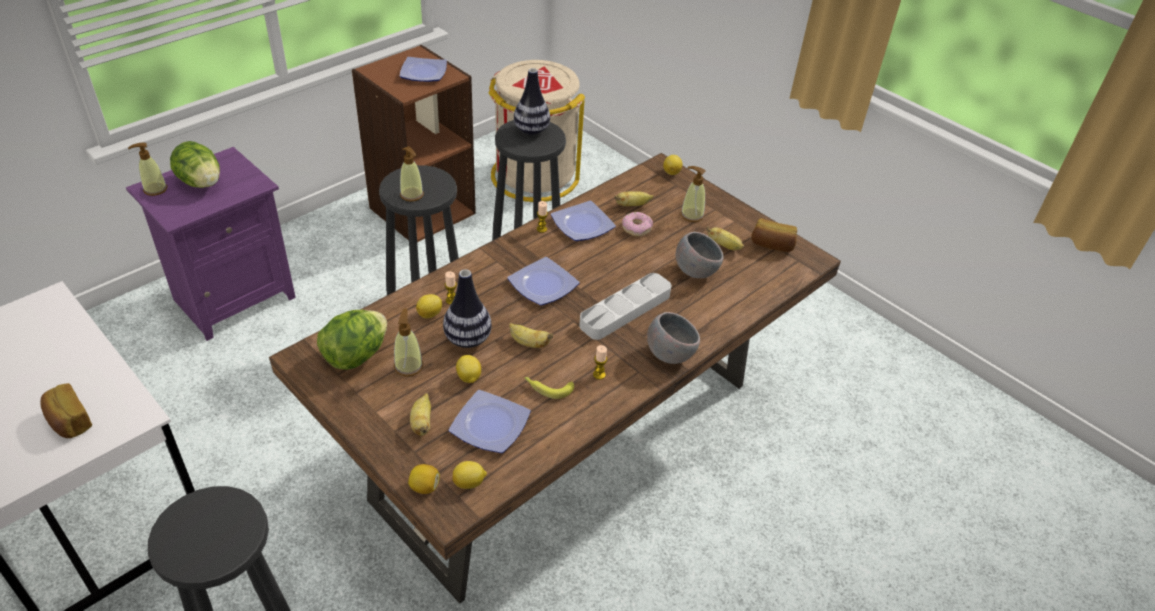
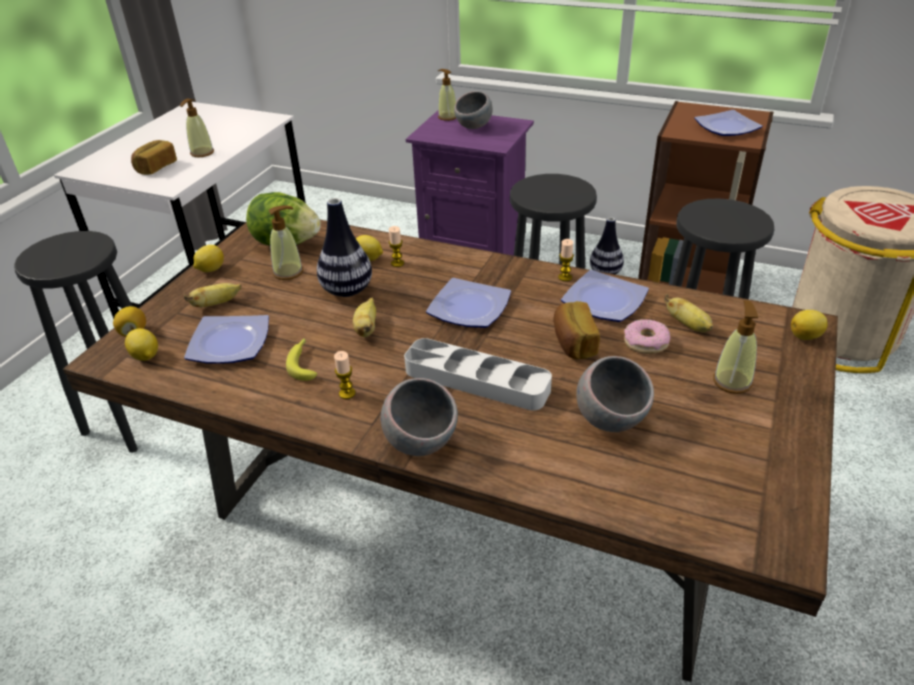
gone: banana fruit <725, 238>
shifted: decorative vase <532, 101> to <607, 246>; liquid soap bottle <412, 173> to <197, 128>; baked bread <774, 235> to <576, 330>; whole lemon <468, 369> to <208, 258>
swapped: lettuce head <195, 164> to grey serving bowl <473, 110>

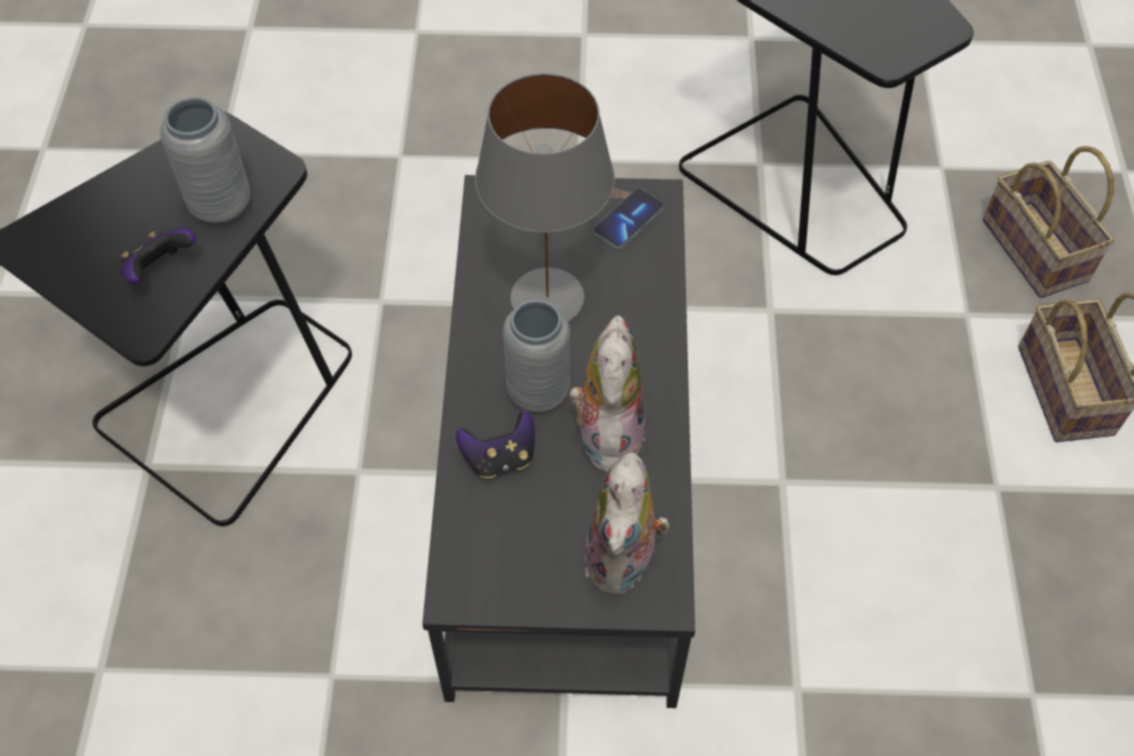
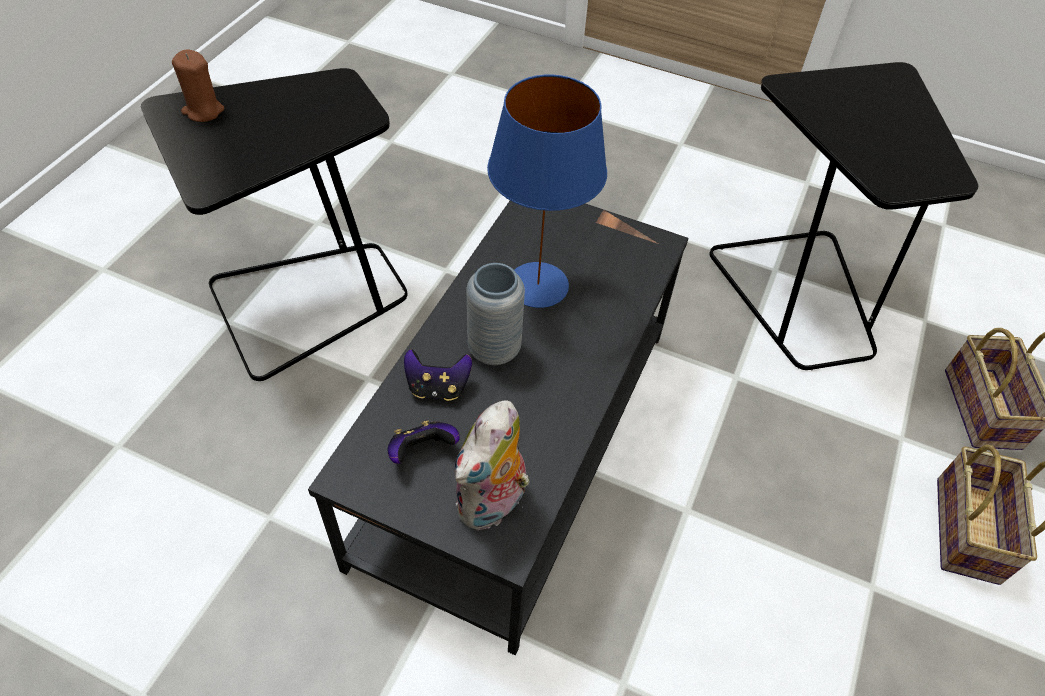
gone: grey decorative vase <205, 160>; phone <628, 218>; cuddly toy <607, 393>
new: brown candle <198, 85>
shifted: game controller <158, 256> to <424, 442>
repainted: grey lamp for a table <545, 197> to blue-coloured lamp for a table <547, 191>

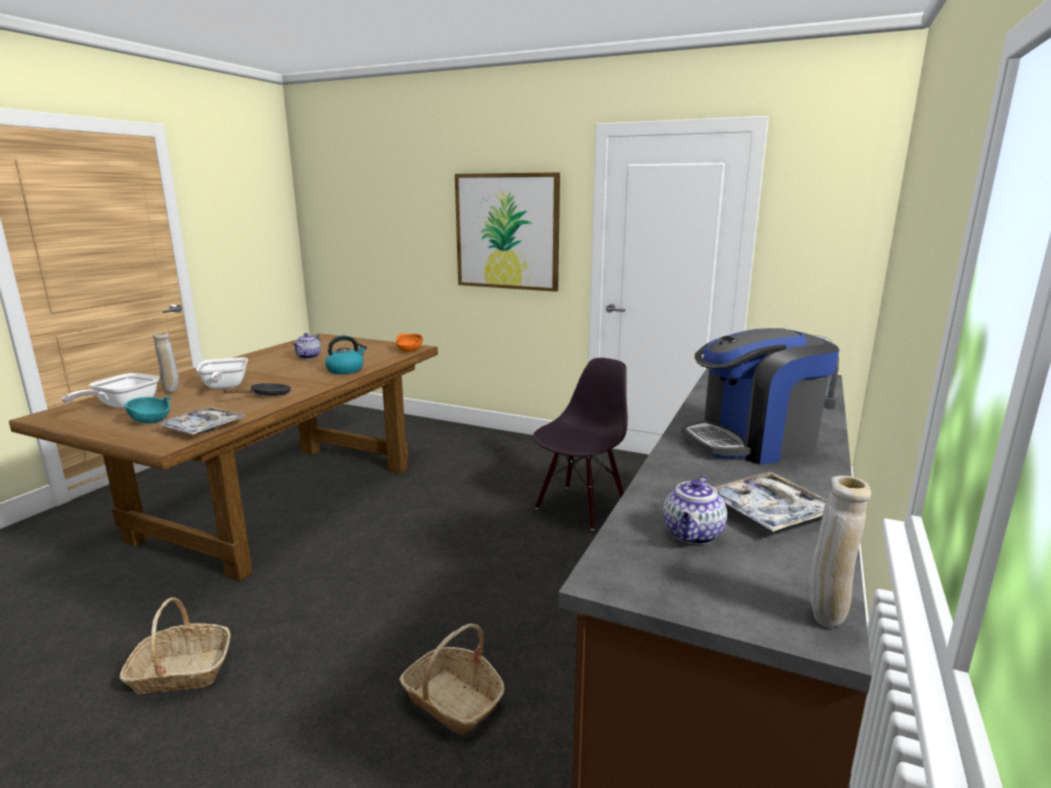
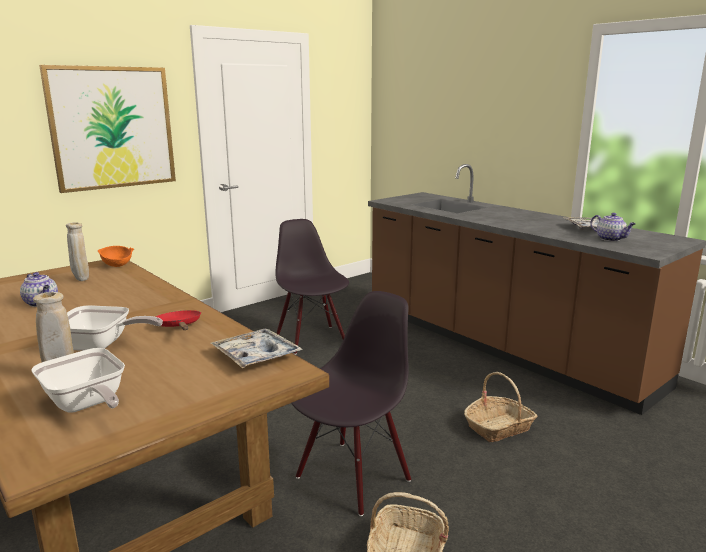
gone: coffee machine <760, 396>; tea kettle <346, 354>; turquoise-coloured serving bowl <147, 410>
new: blackish upright chair <351, 403>
shifted: beige decorative vase <840, 551> to <77, 251>
repainted: blackish pan <257, 389> to red-coloured pan <178, 320>

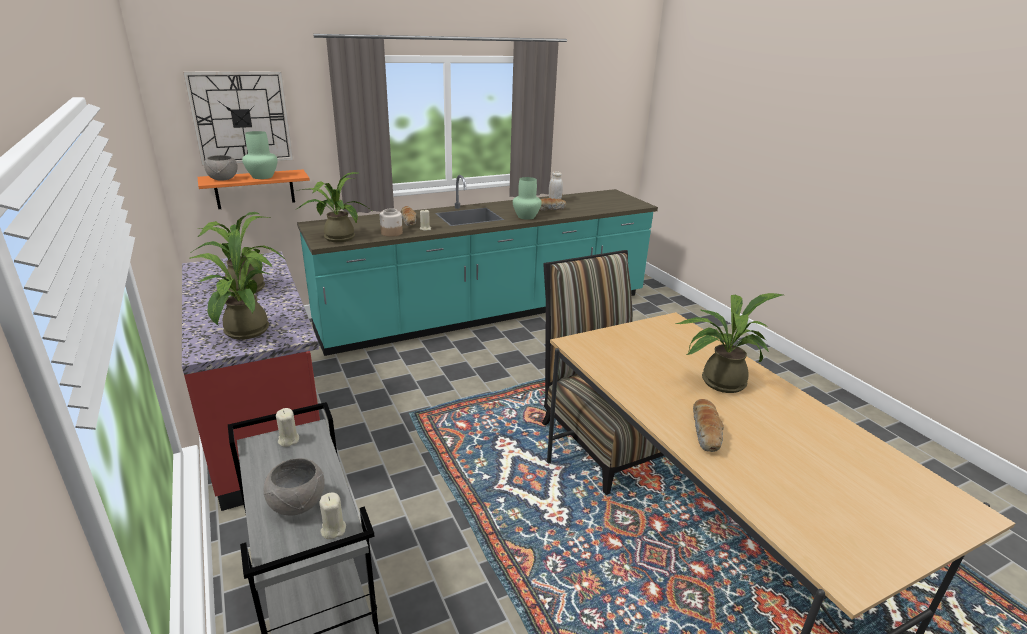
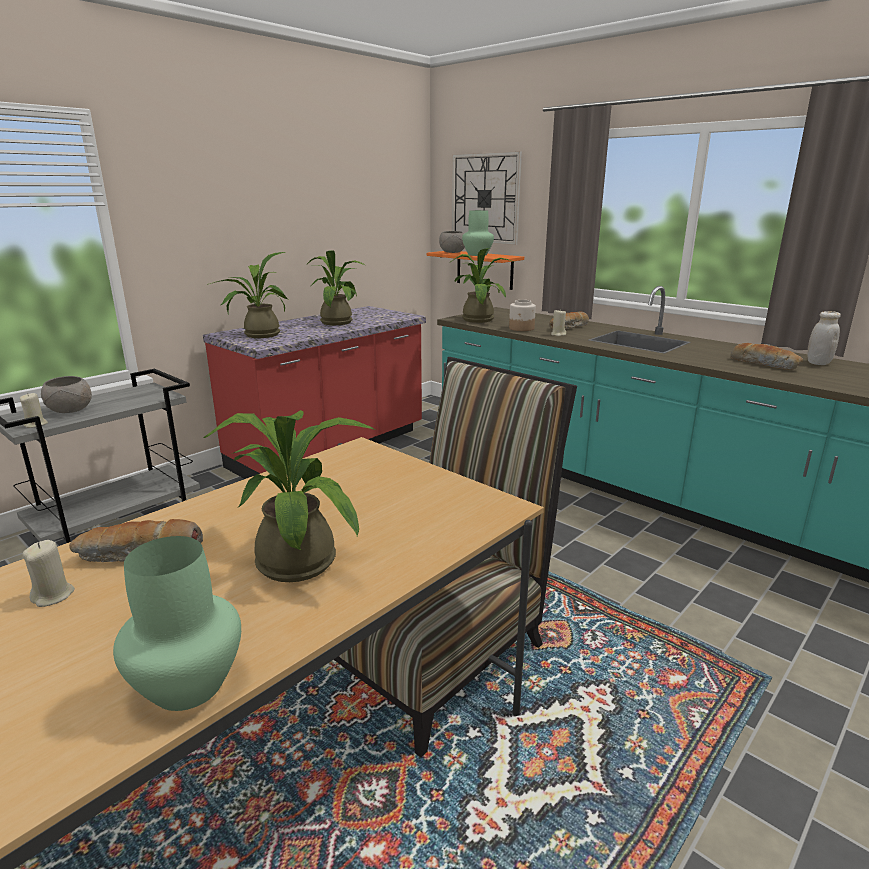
shifted: green decorative vase <527, 198> to <177, 623>; beige candle <287, 427> to <49, 573>

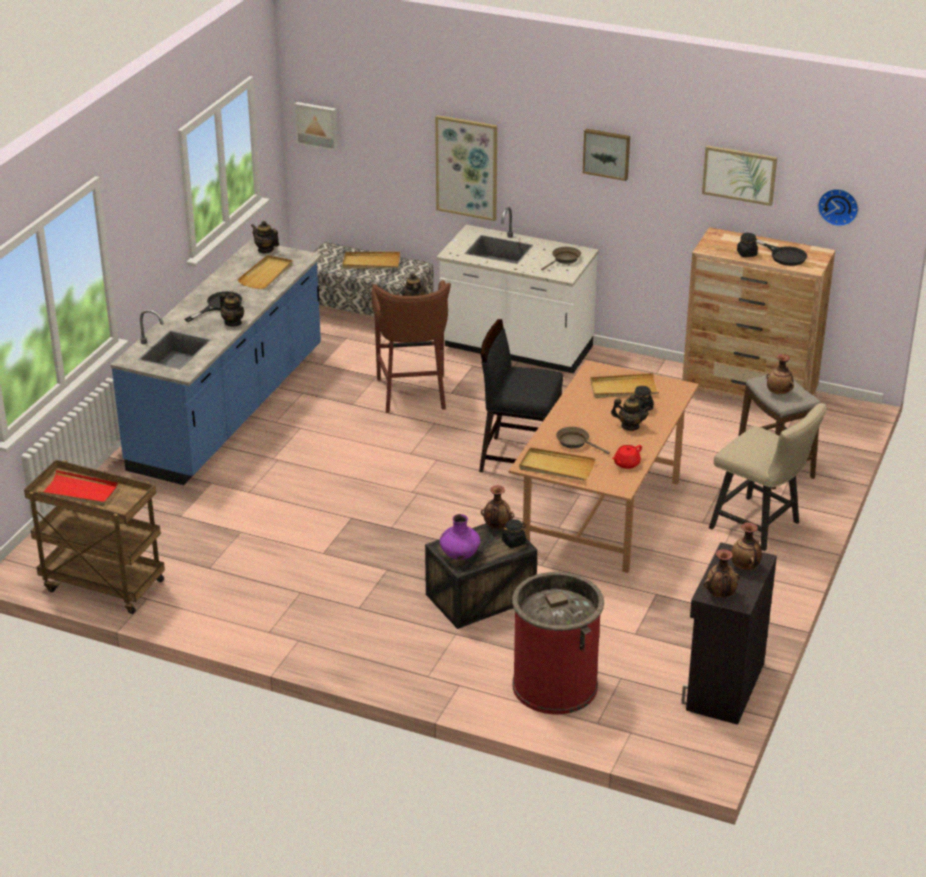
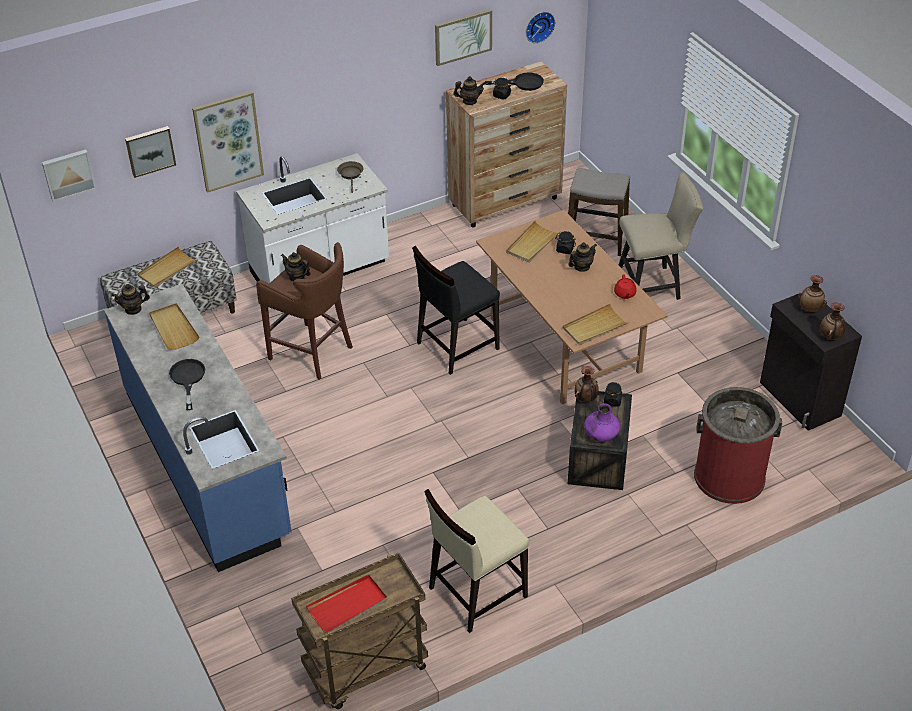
gone: decorative vase <780, 374>; brown pan <583, 440>
new: beige upright chair <476, 561>
shifted: wall art <606, 155> to <150, 152>; teapot <232, 310> to <469, 90>

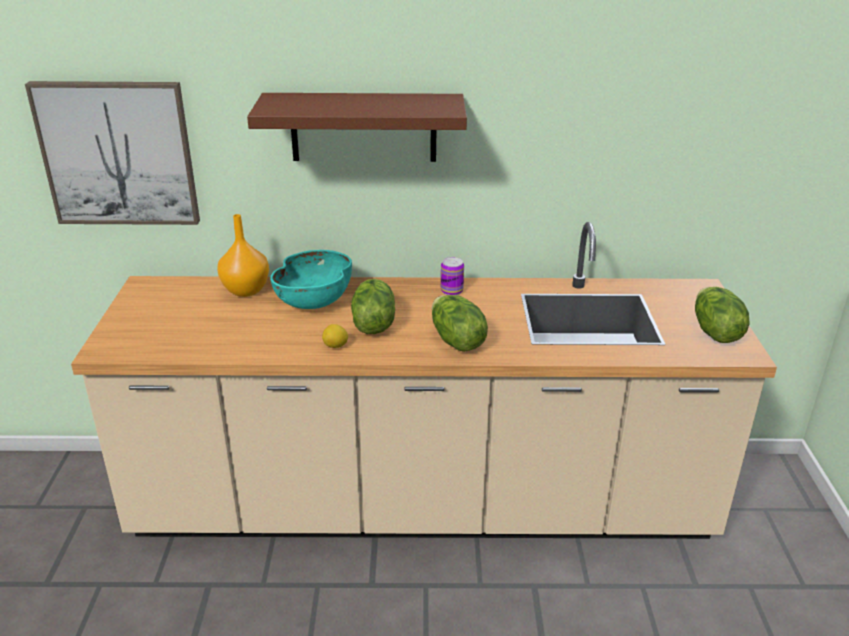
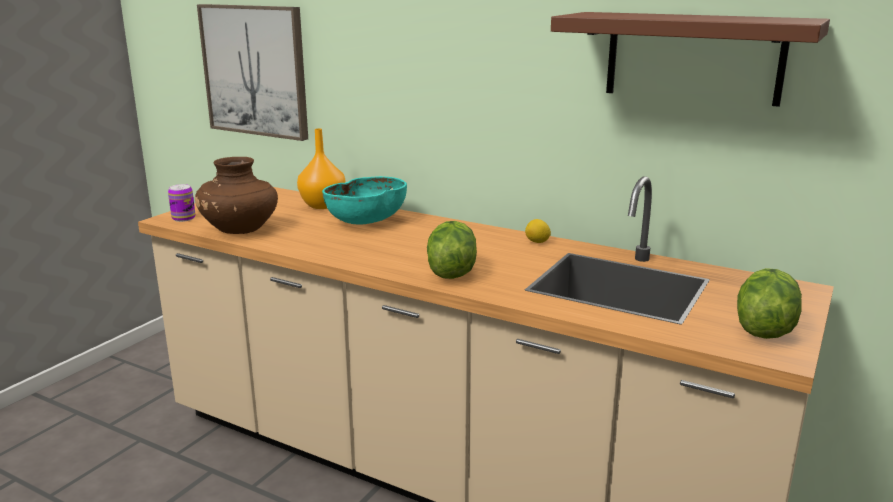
gone: lettuce head <373, 306>
new: brown decorative vase <236, 195>
shifted: brown bracket shelf <357, 127> to <690, 59>; metal can <452, 276> to <181, 203>; whole lemon <335, 336> to <538, 231>

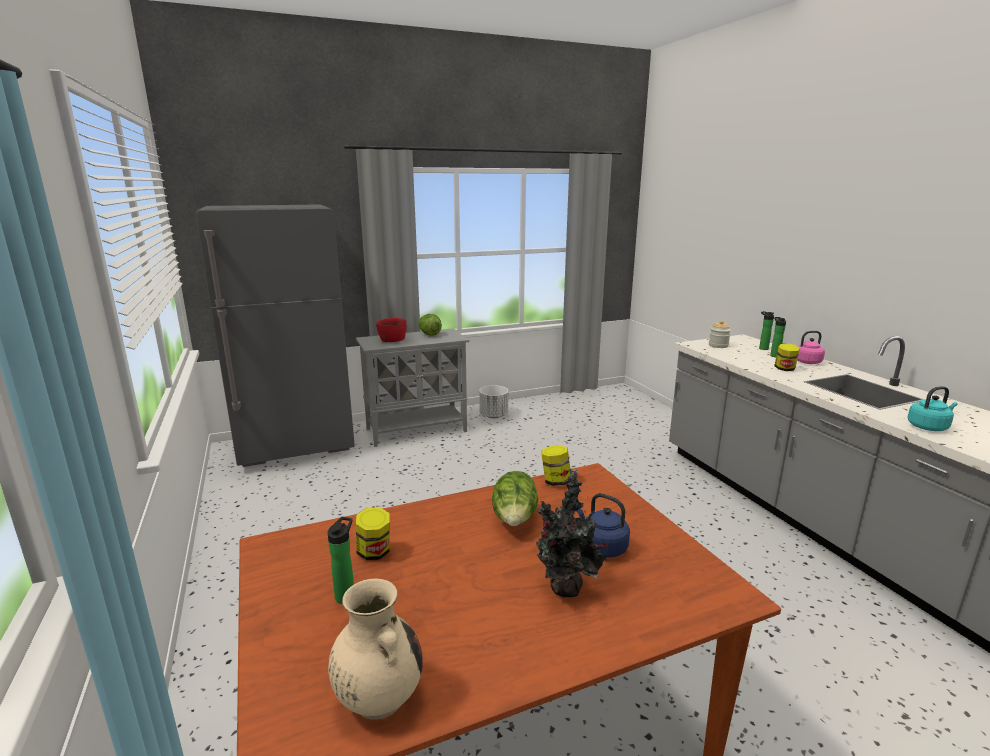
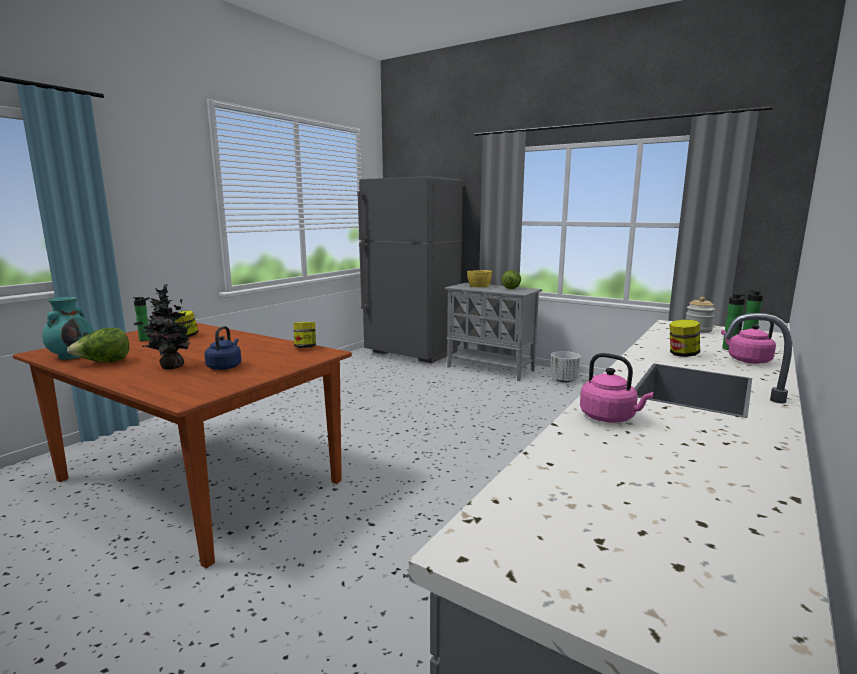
shifted: lettuce head <515, 498> to <98, 345>
repainted: red-coloured serving bowl <391, 330> to yellowish serving bowl <479, 278>; turquoise-coloured tea kettle <932, 408> to pink tea kettle <617, 388>; beige decorative vase <375, 649> to turquoise-coloured decorative vase <68, 328>

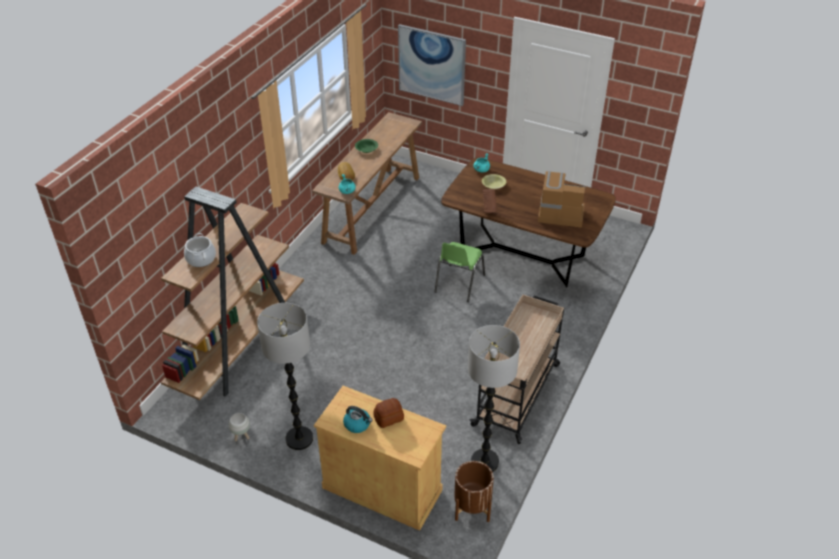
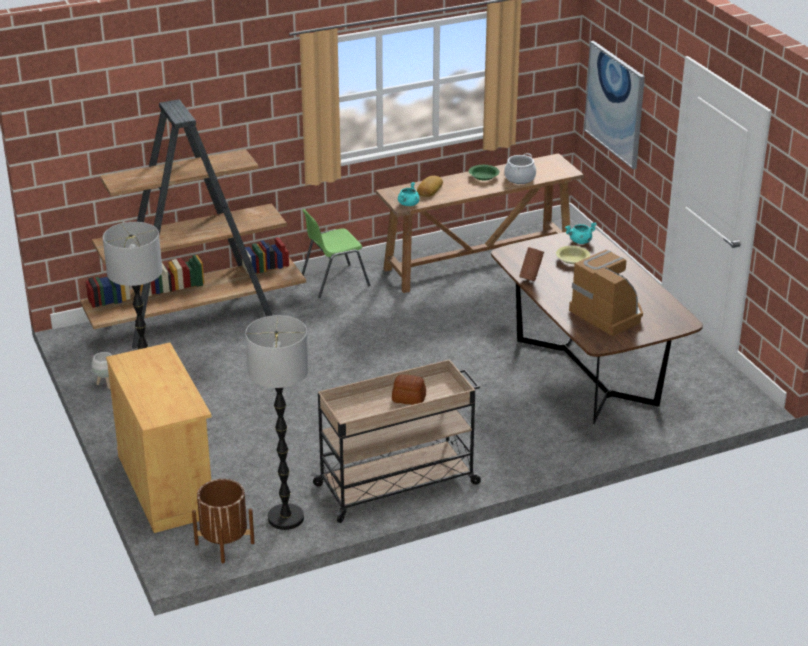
gone: tea kettle <357, 419>
shifted: cooking pot <200, 250> to <520, 168>; green upright chair <459, 272> to <336, 253>; baked bread <388, 413> to <409, 389>

